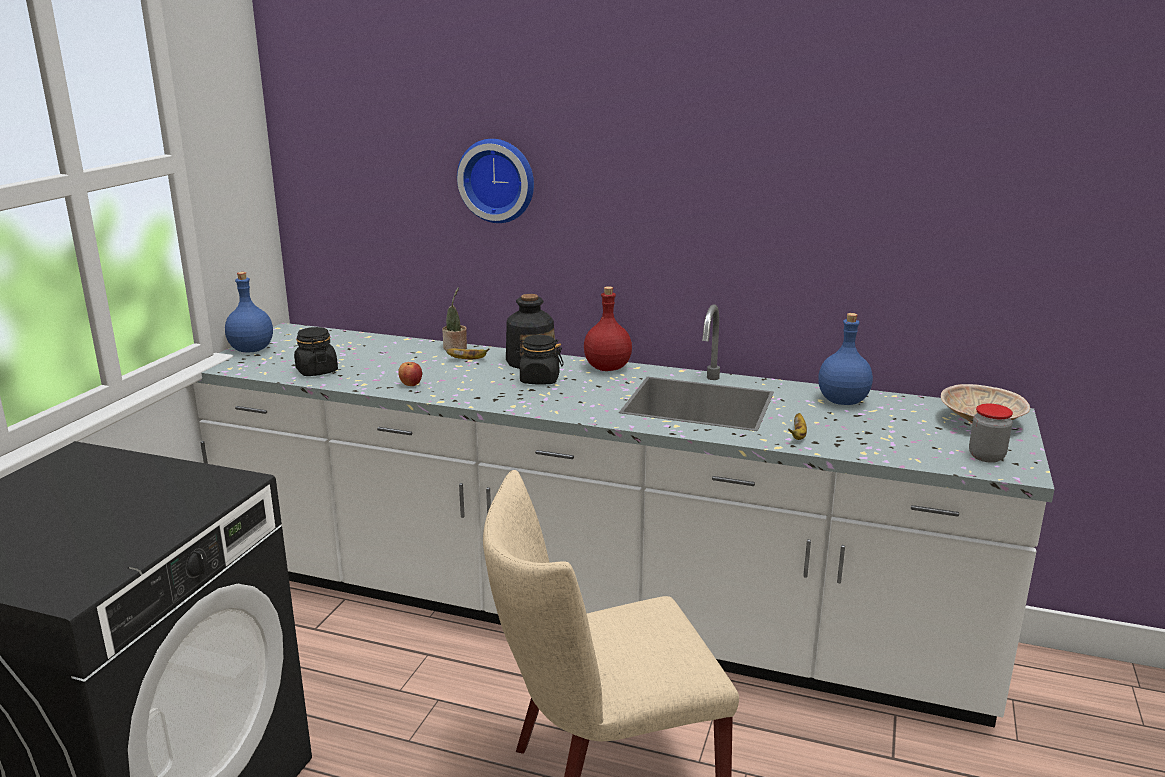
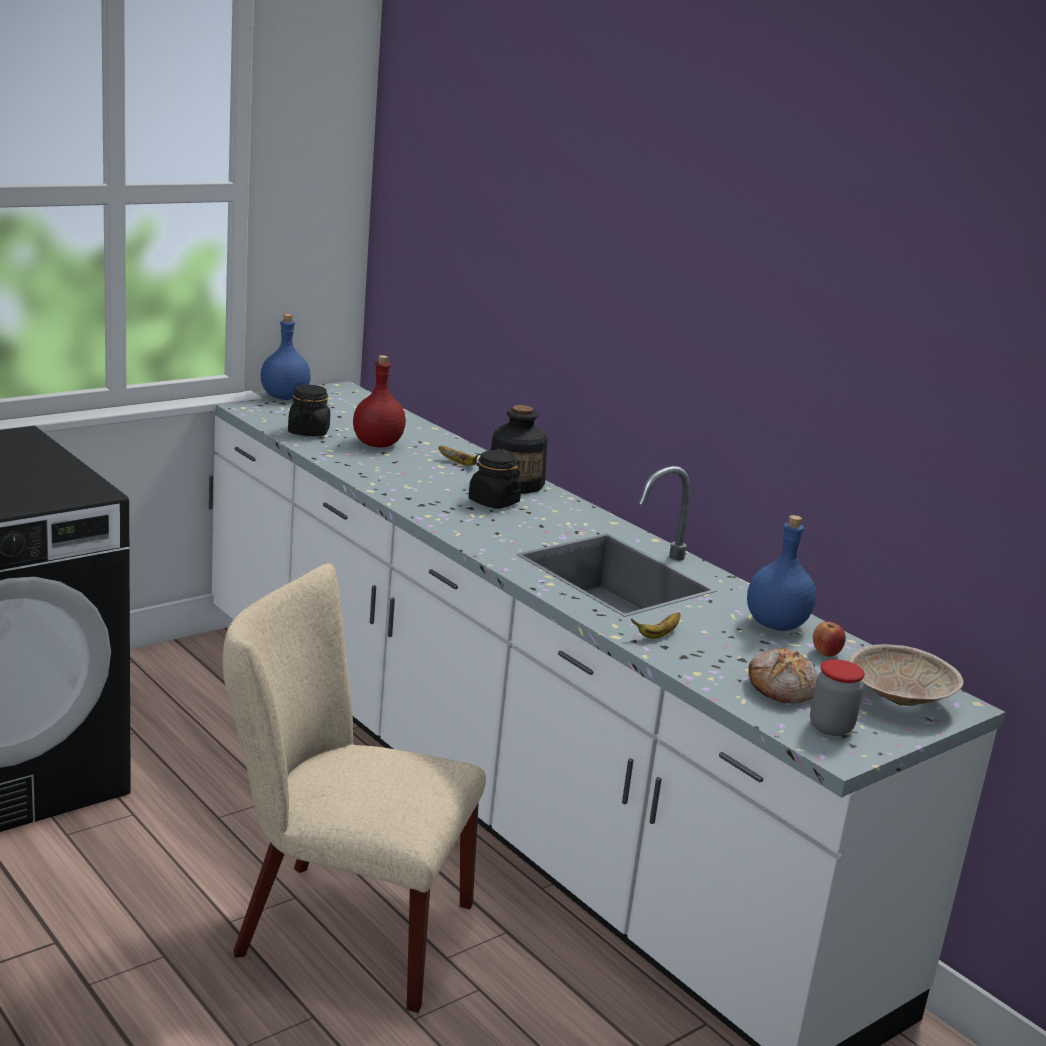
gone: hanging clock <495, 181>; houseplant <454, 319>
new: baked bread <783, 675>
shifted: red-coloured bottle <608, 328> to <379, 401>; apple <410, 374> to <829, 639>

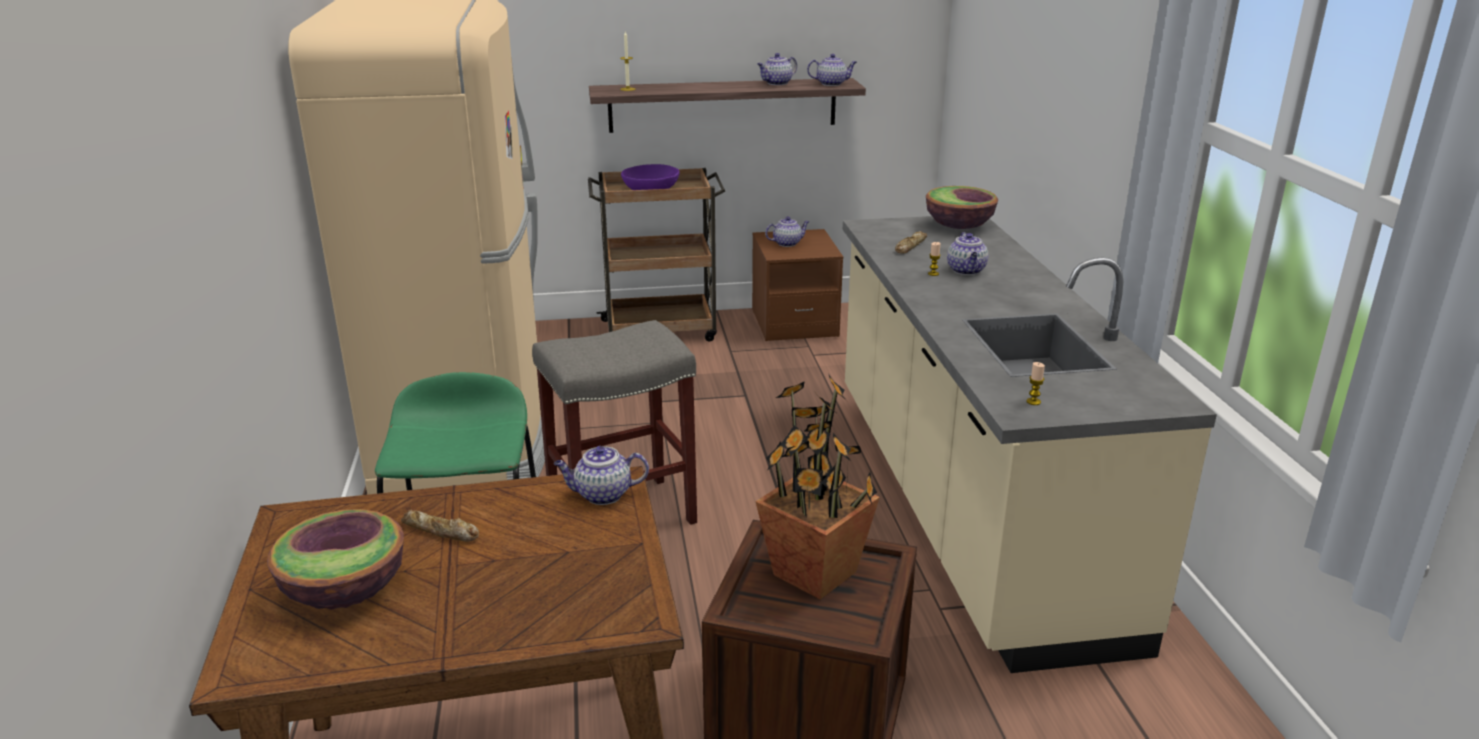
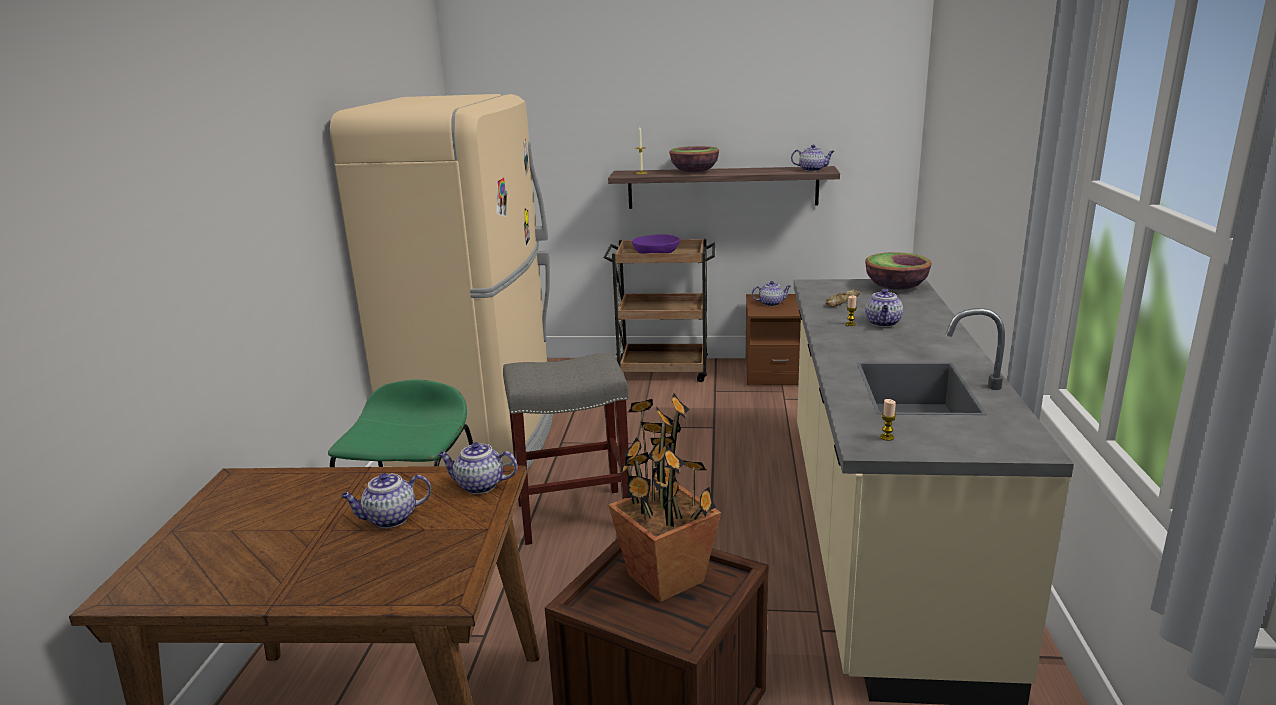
gone: baked bread <440, 526>
shifted: teapot <777, 69> to <385, 500>; serving bowl <335, 559> to <694, 159>

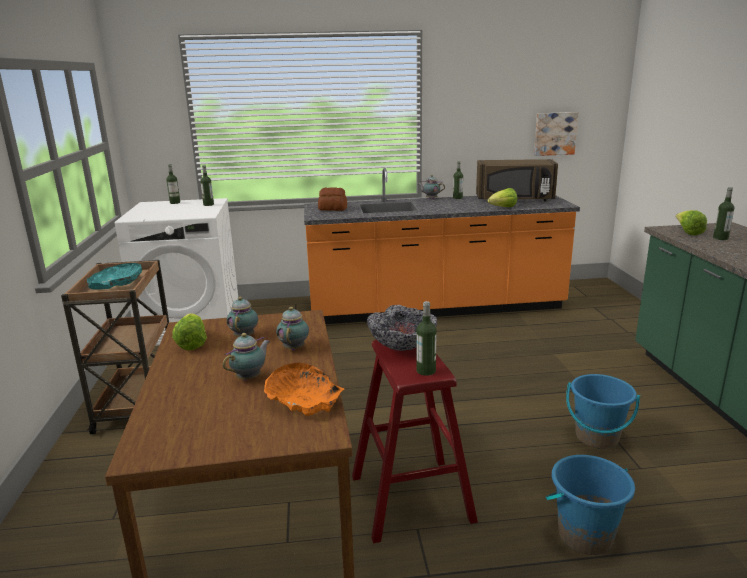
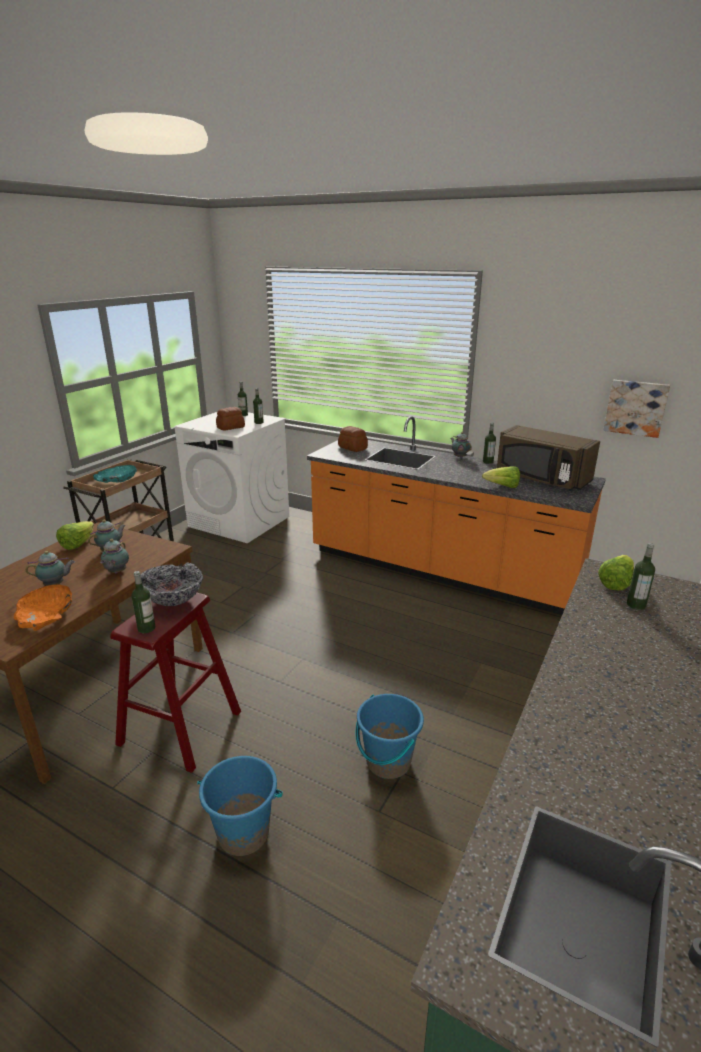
new: baked bread <230, 419>
rotated: teapot <292, 329> = <114, 556> 150 degrees clockwise

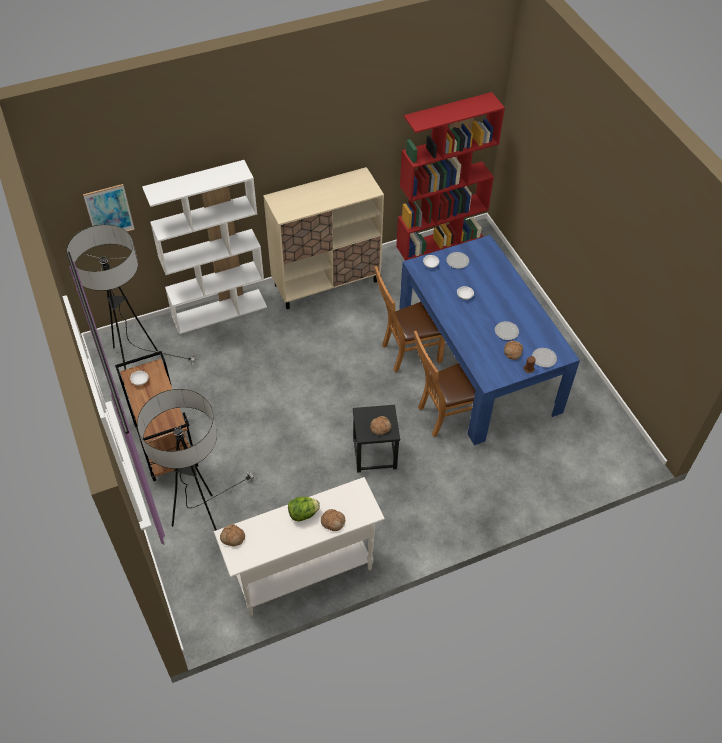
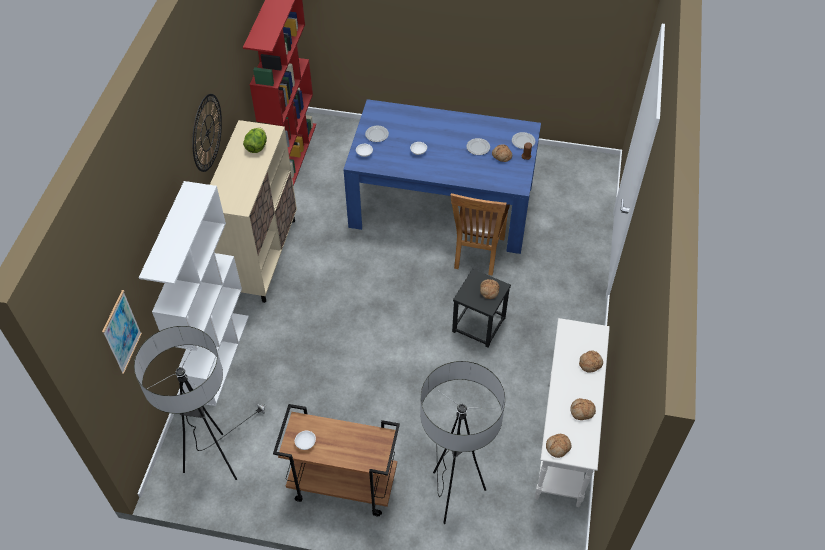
gone: brown upright chair <410, 319>
new: hanging clock <207, 133>; baked bread <583, 409>
shifted: lettuce head <304, 509> to <255, 140>

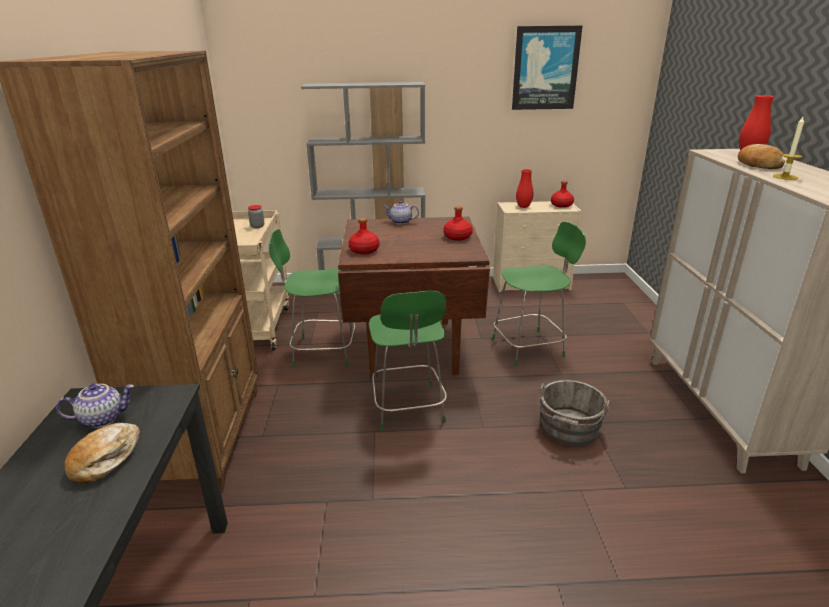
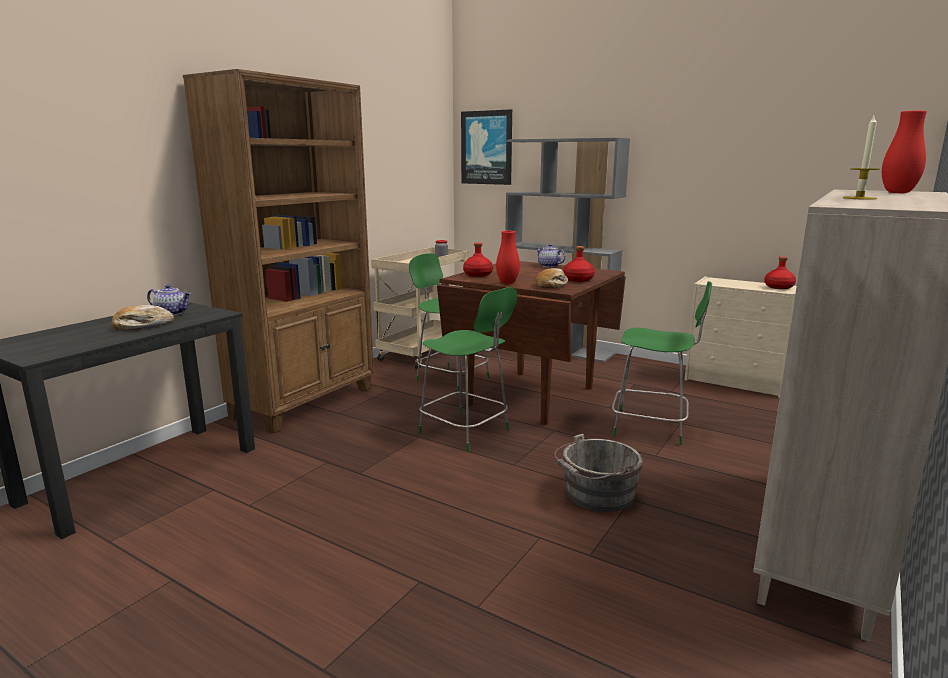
shifted: wall art <547, 68> to <486, 147>; baked bread <761, 156> to <551, 278>; red-coloured decorative vase <524, 188> to <508, 257>
rotated: green upright chair <408, 360> = <467, 369> 75 degrees counterclockwise

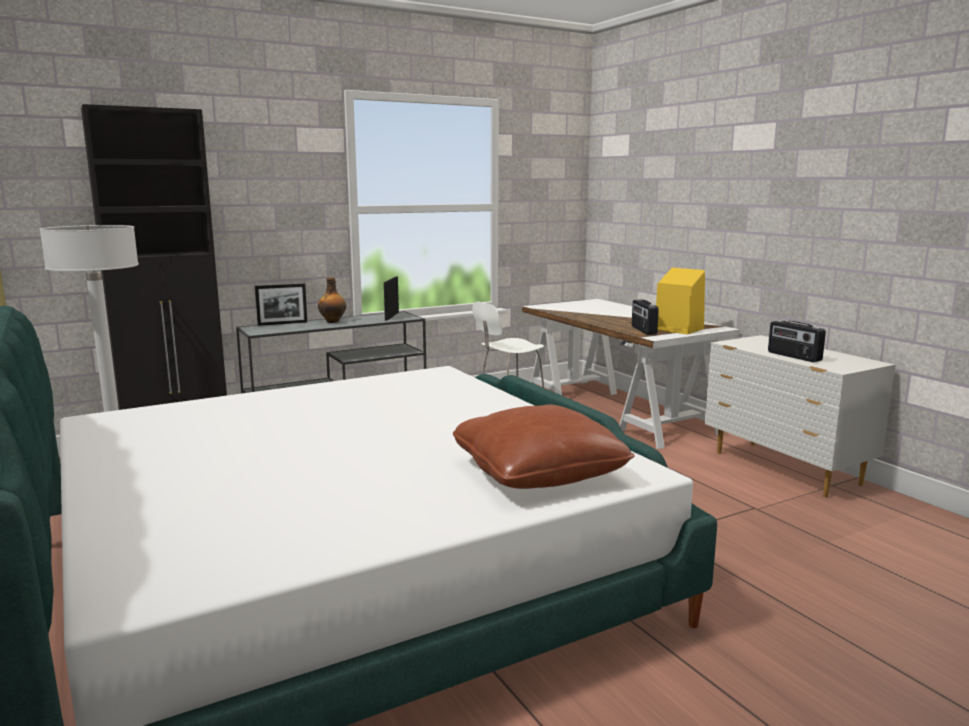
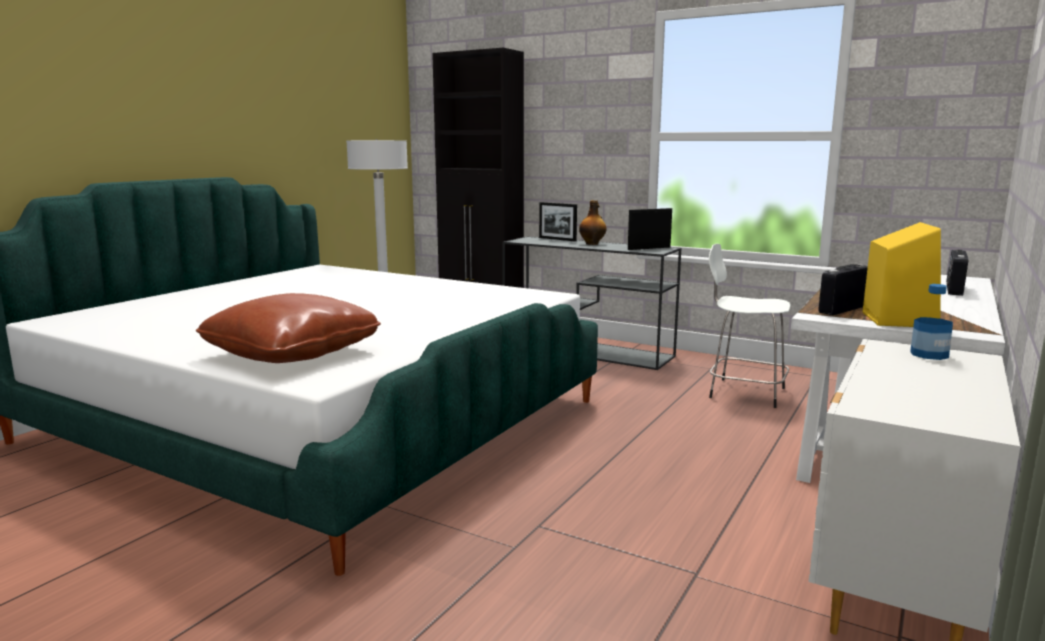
new: bottle <931, 322>
shifted: radio <797, 341> to <957, 272>

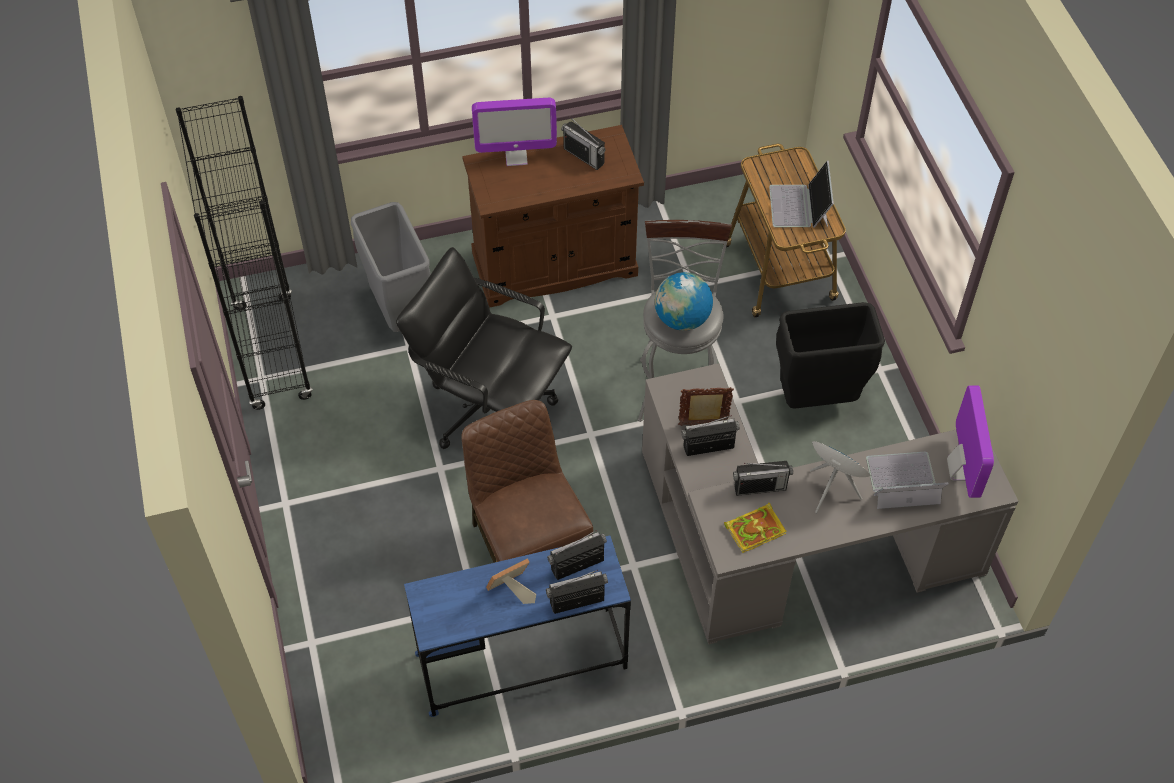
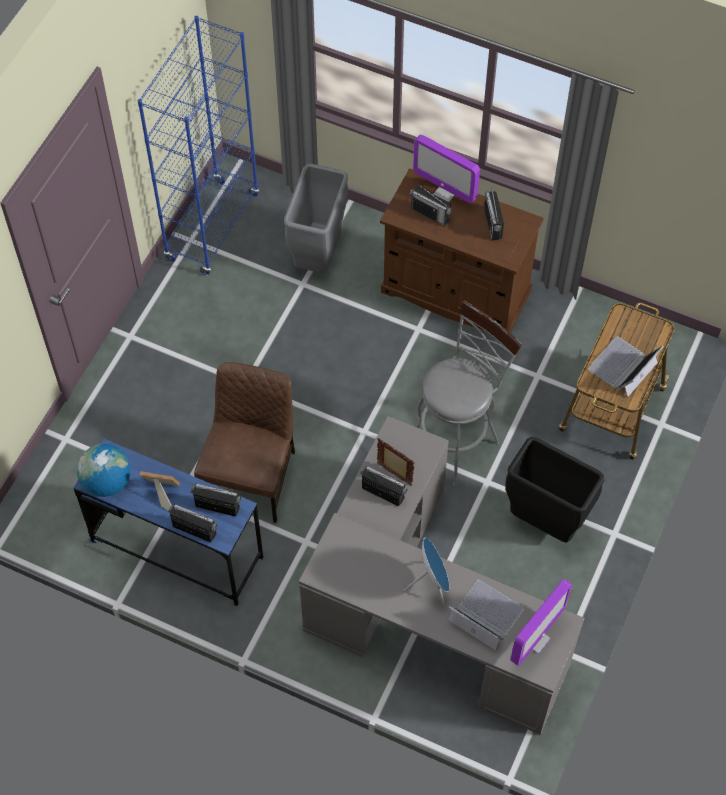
gone: blackish computer chair <484, 348>; bound book <755, 527>
shifted: globe <684, 301> to <103, 470>; radio <763, 478> to <430, 205>
repainted: blackish bookshelf <244, 253> to blue-coloured bookshelf <199, 145>

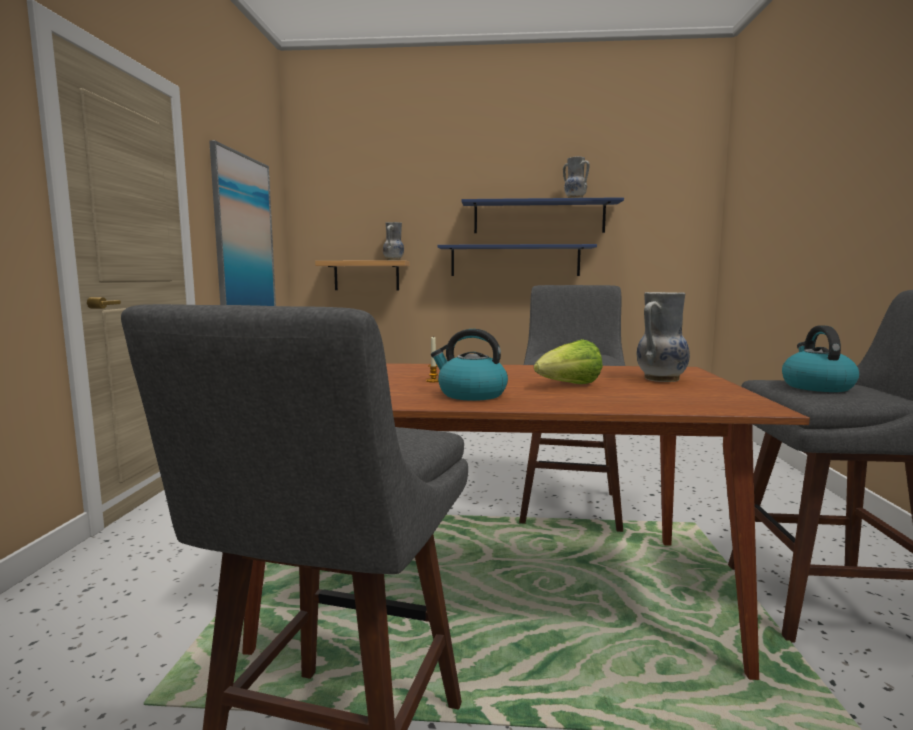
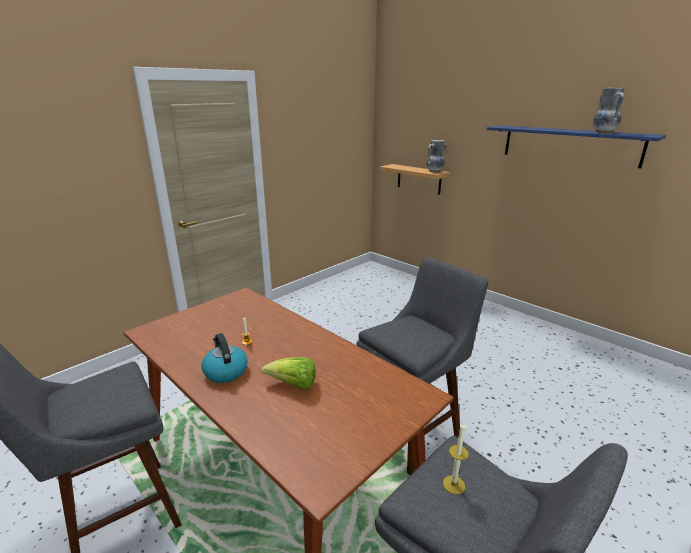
gone: wall art <242, 223>; blue-coloured bracket shelf <517, 260>; decorative vase <663, 337>
swapped: tea kettle <820, 359> to candle <456, 458>

